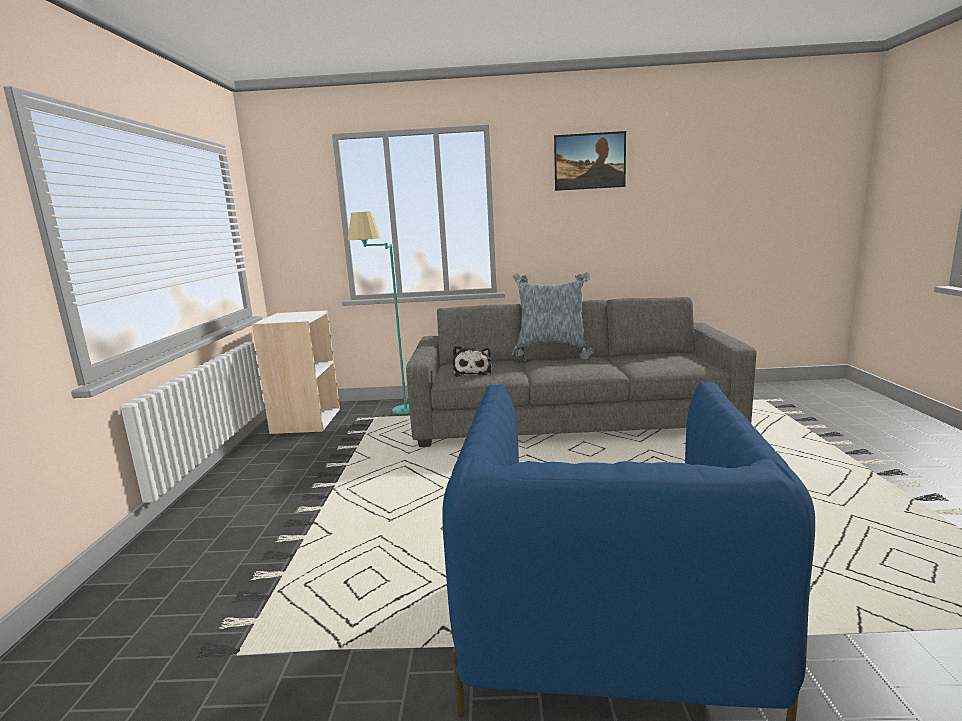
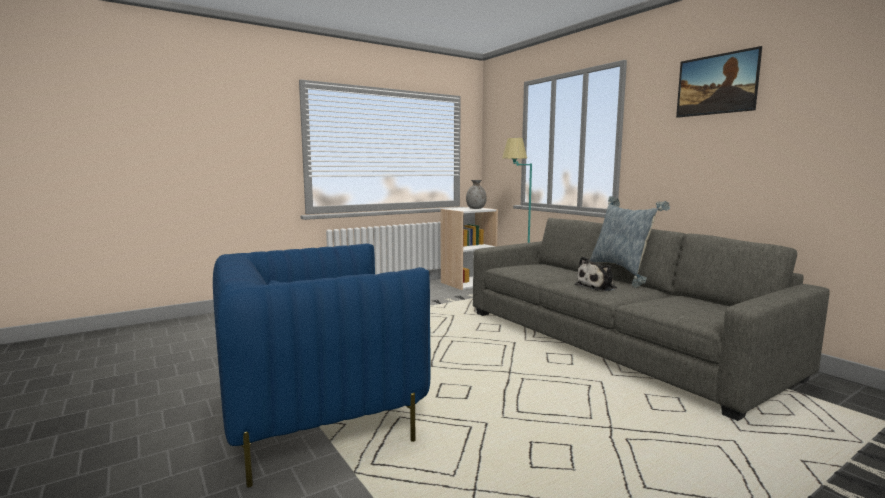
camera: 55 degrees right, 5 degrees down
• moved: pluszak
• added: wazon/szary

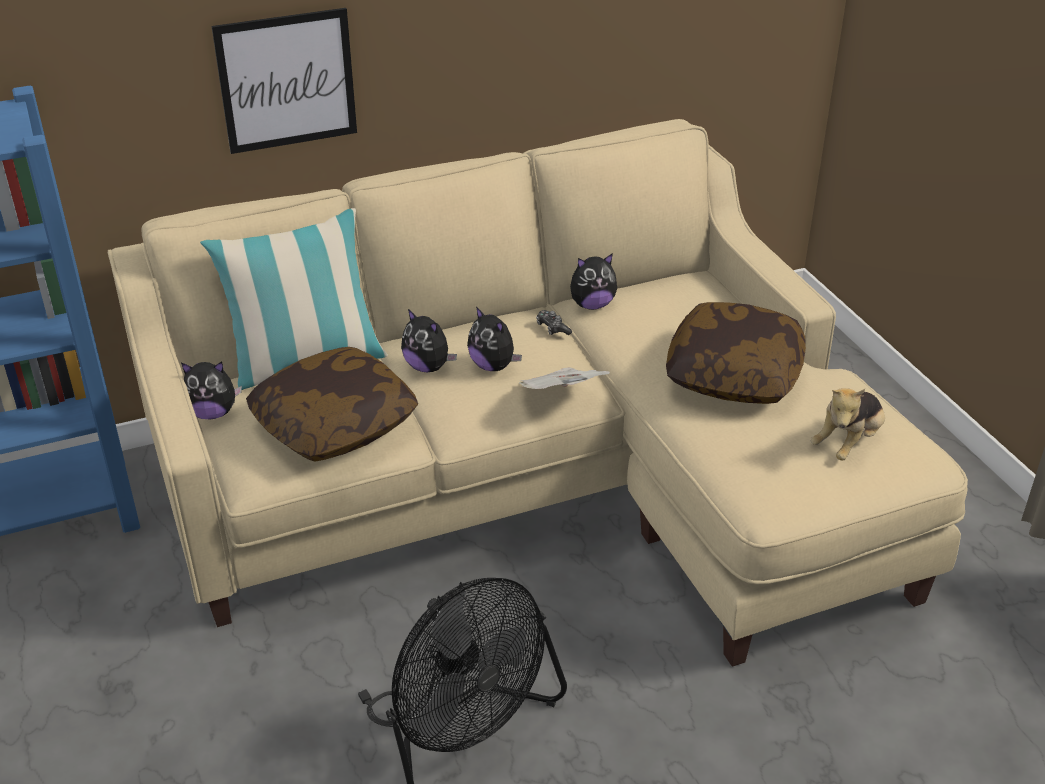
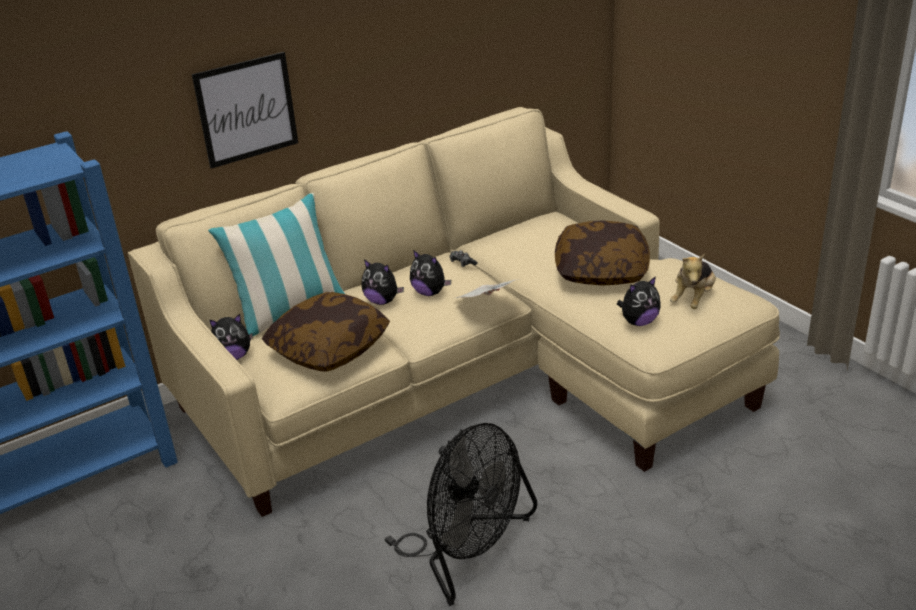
camera: 10 degrees left, 5 degrees down
• moved: pluszak (4th from left)

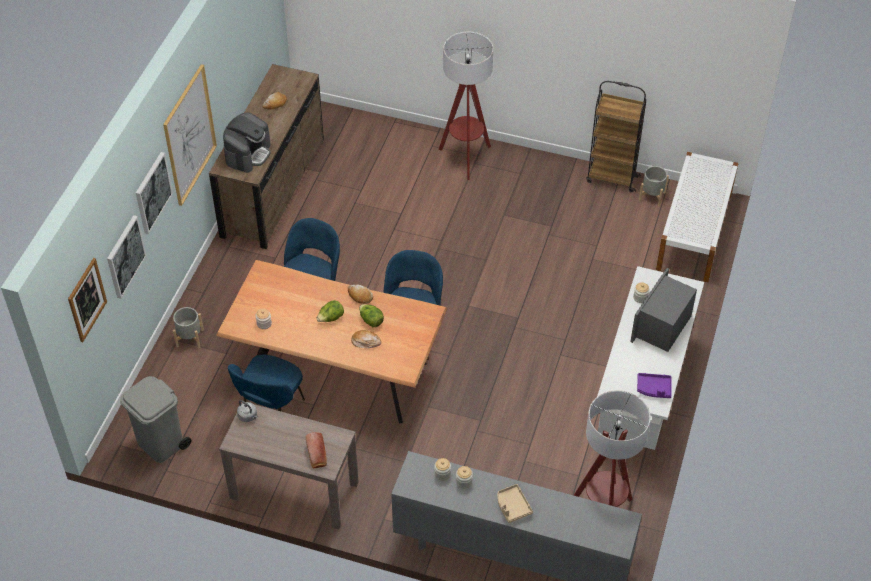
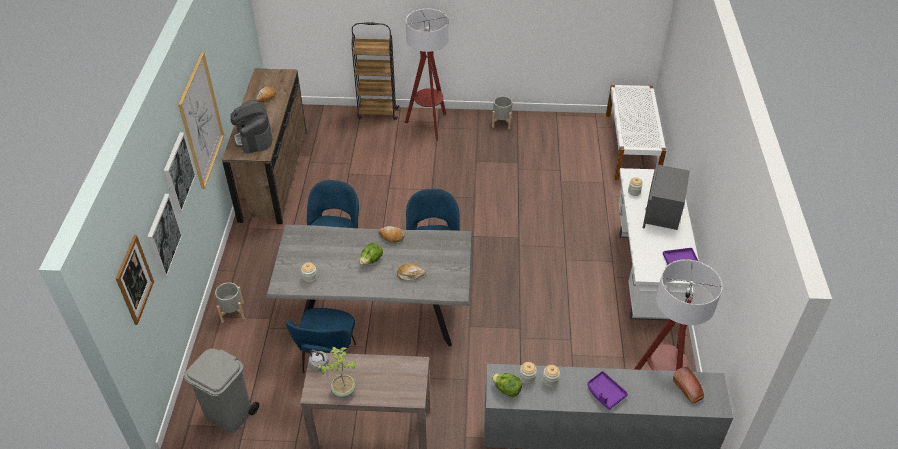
camera: 15 degrees left, 5 degrees down
• recoloured: stół jadalny/brązowy to stół jadalny/szary
• turned: ekspres do kawy 150 degrees clockwise
• moved: chleb (2nd from left in the first image) to chleb (4th from left)
• moved: sałata (2nd from left)
• recoloured: taca/beżowy to taca/fioletowy (1st from left)
• moved: wózek/brązowy
• moved: donica/szary (2nd from left)
• added: roślina doniczkowa

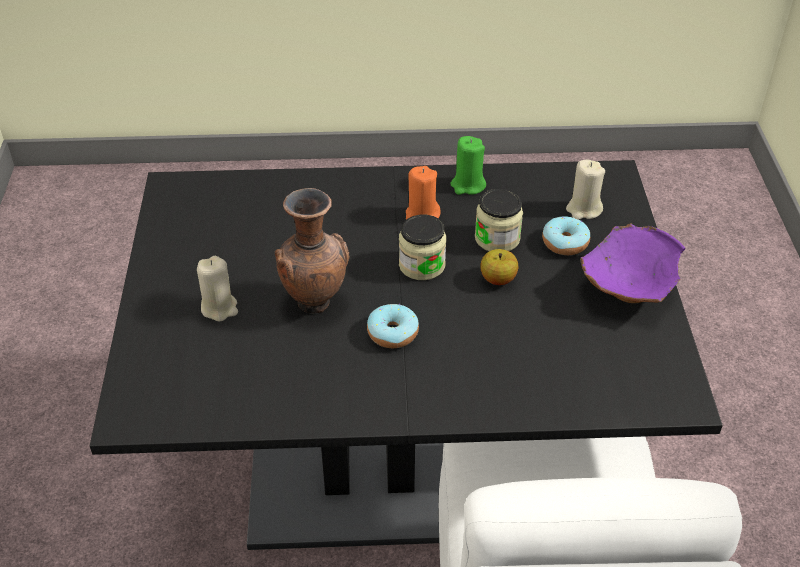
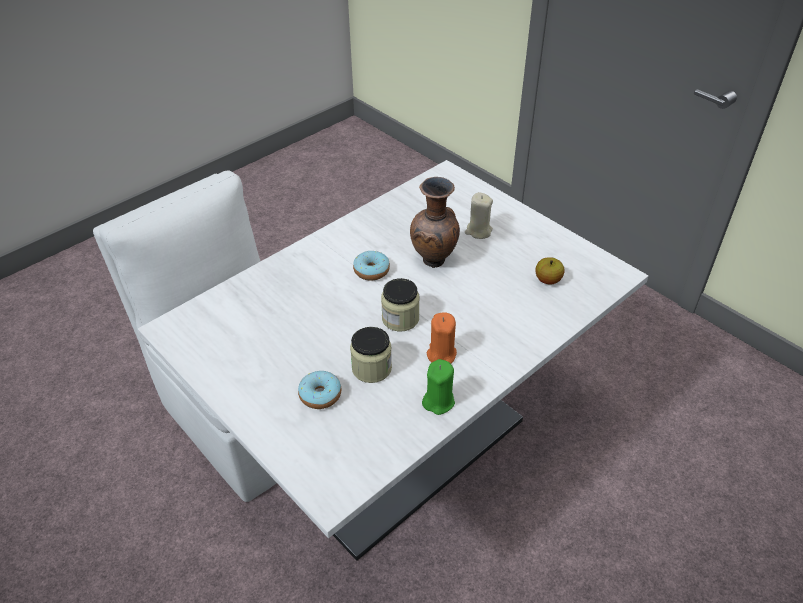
camera: 140 degrees right, 0 degrees up
• recoloured: stół jadalny/czarny to stół jadalny/biały
• moved: jabłko
• removed: świeca/beżowy (2nd from left)
• removed: miska/fioletowy

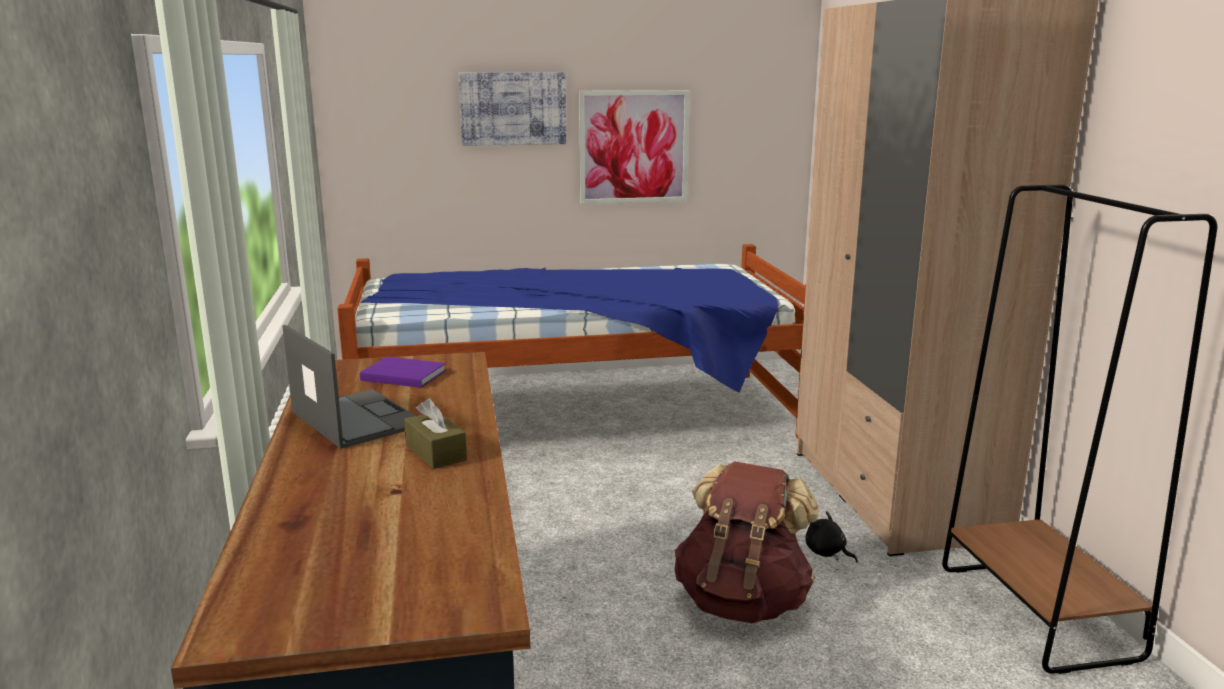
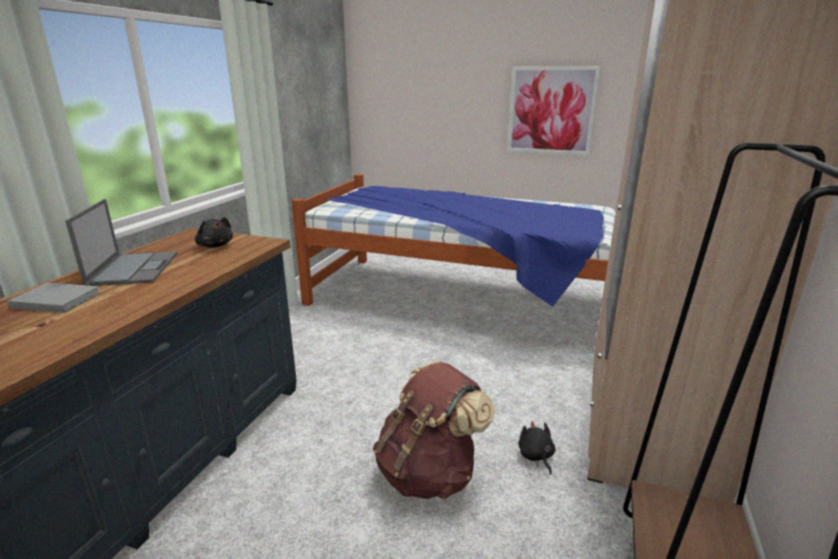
camera: 30 degrees right, 5 degrees up
• replaced: książka/fioletowy to pluszak/czarny (1st from left)
• removed: pudełko chusteczek/brązowy
• removed: obraz (1st from left)
• added: książka/szary

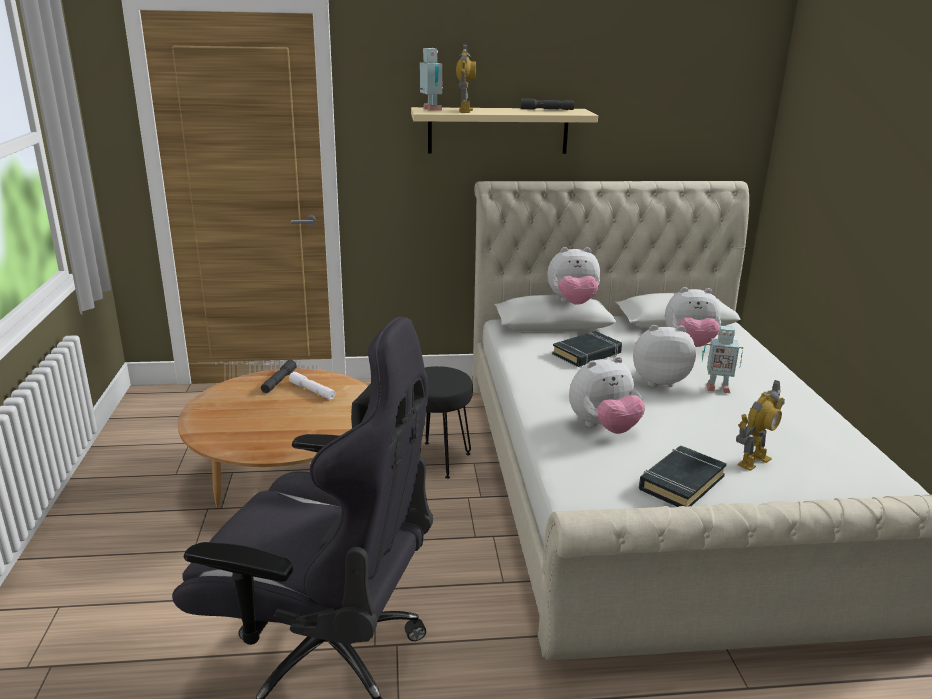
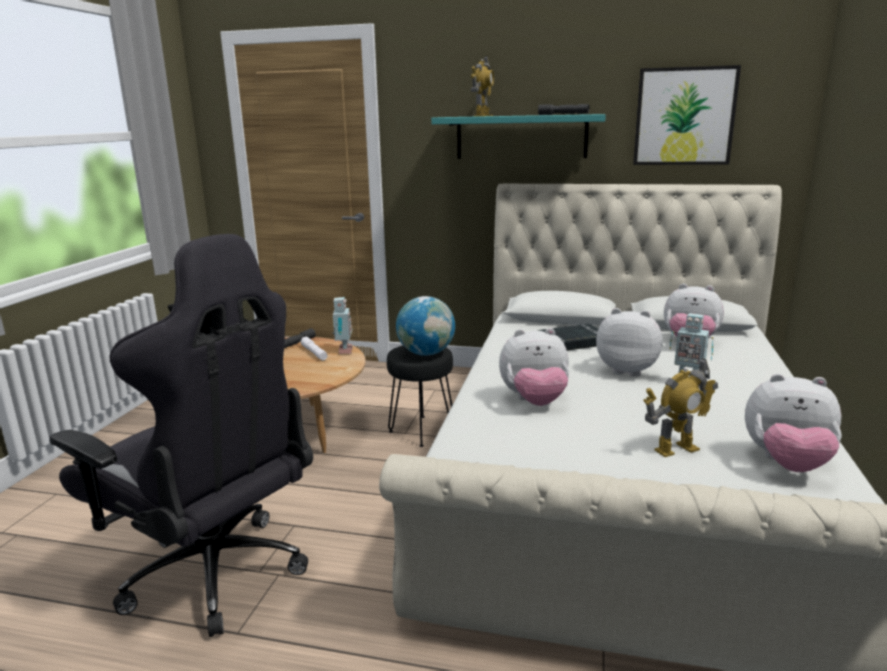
camera: 20 degrees right, 5 degrees down
• recoloured: półka/beżowy to półka/turkusowy
• moved: robot zabawkowy (1st from left)
• moved: pluszak (1st from left in the first image) to pluszak (4th from left)
• removed: książka/czarny (2nd from left)
• added: globus
• added: obraz

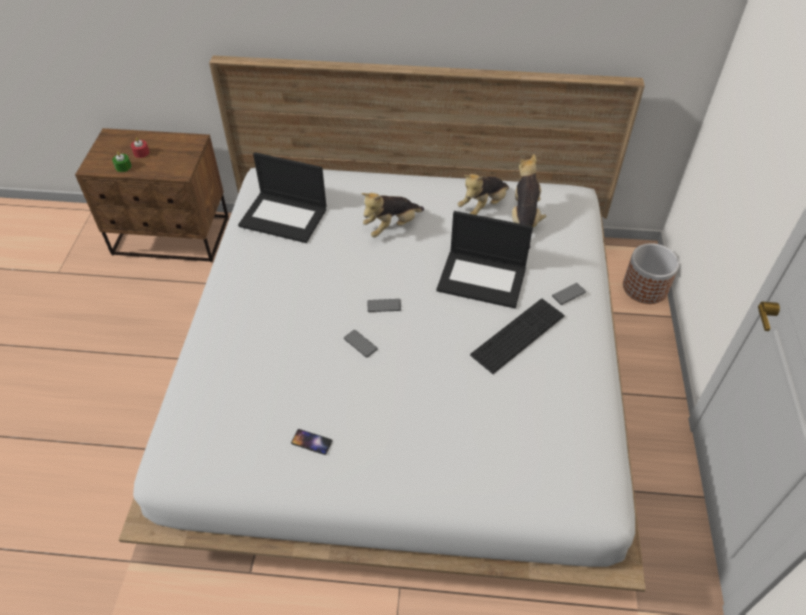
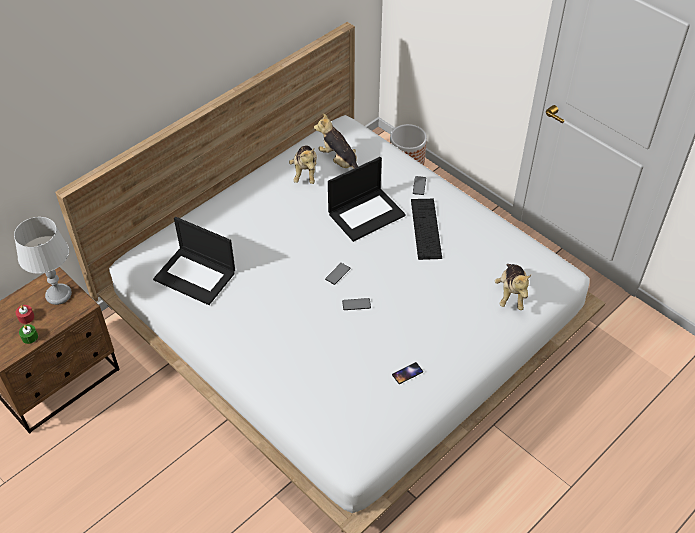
camera: 50 degrees left, 0 degrees up
• turned: laptop (1st from left) 60 degrees clockwise
• moved: pluszak (1st from left in the first image) to pluszak (3rd from left)
• added: lampa stołowa/szary

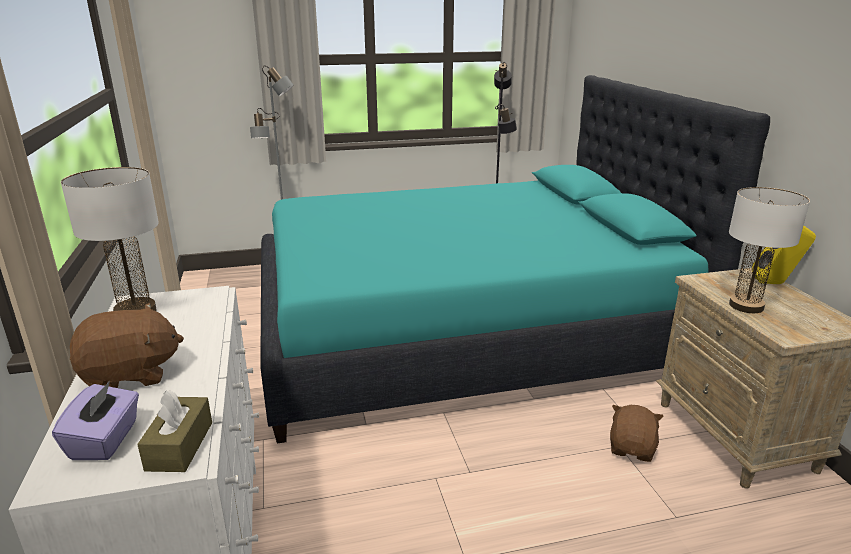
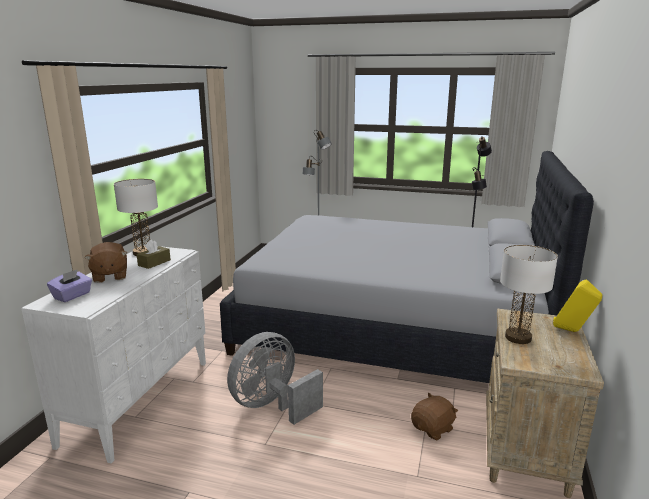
camera: 30 degrees right, 5 degrees down
• turned: pluszak/brązowy (1st from left) 60 degrees clockwise
• moved: pudełko chusteczek/brązowy
• recoloured: łóżko/turkusowy to łóżko/szary
• added: wentylator/szary

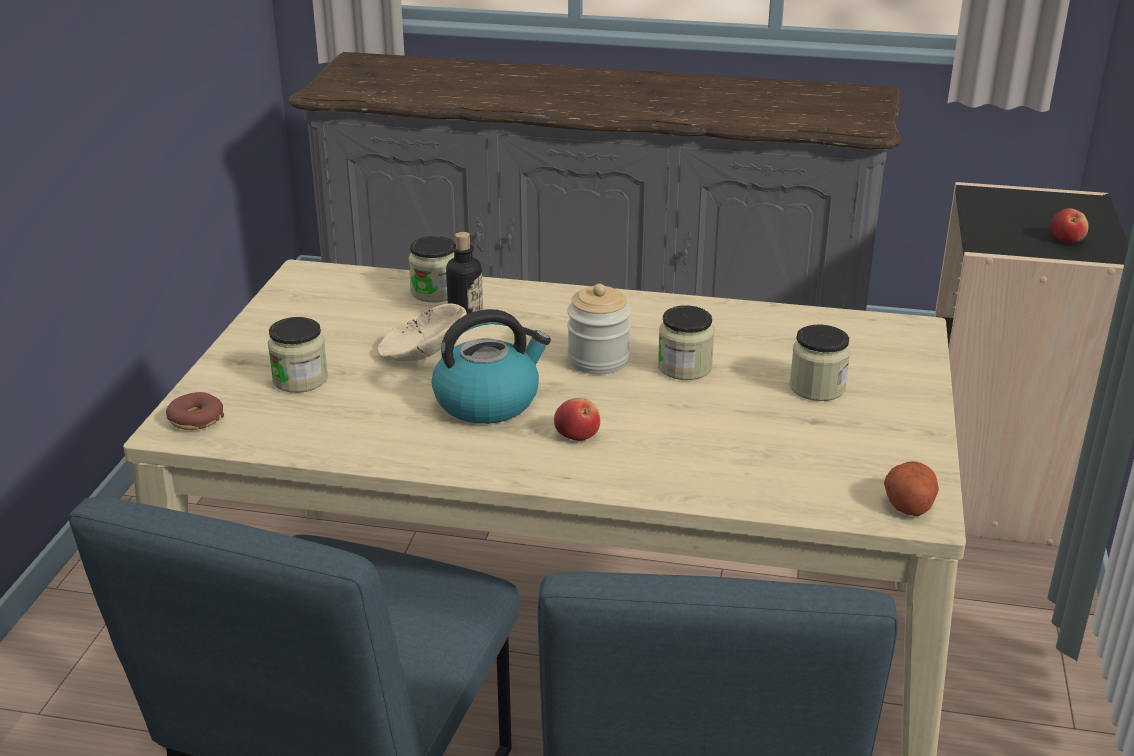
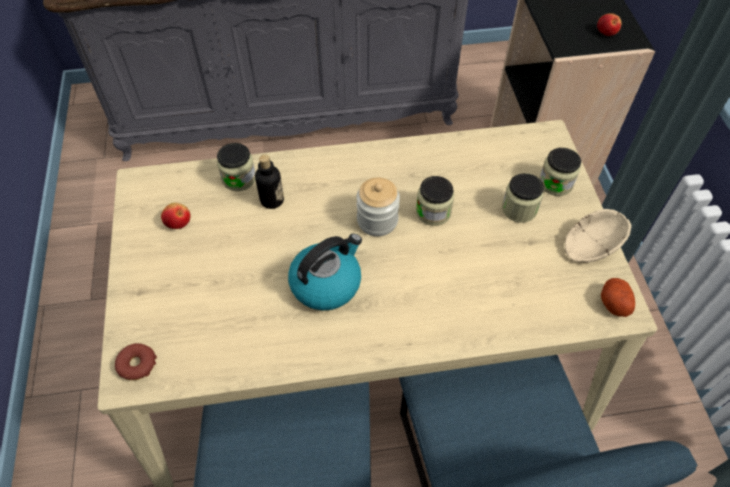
camera: 20 degrees left, 25 degrees up
• moved: słoik (1st from left in the first image) to słoik (5th from left)
• moved: miska/beżowy
• moved: jabłko (1st from left)

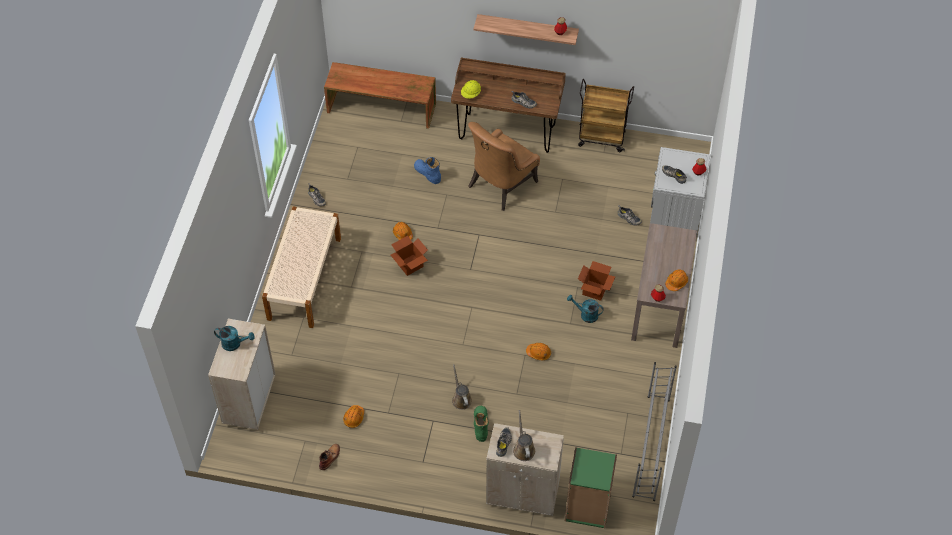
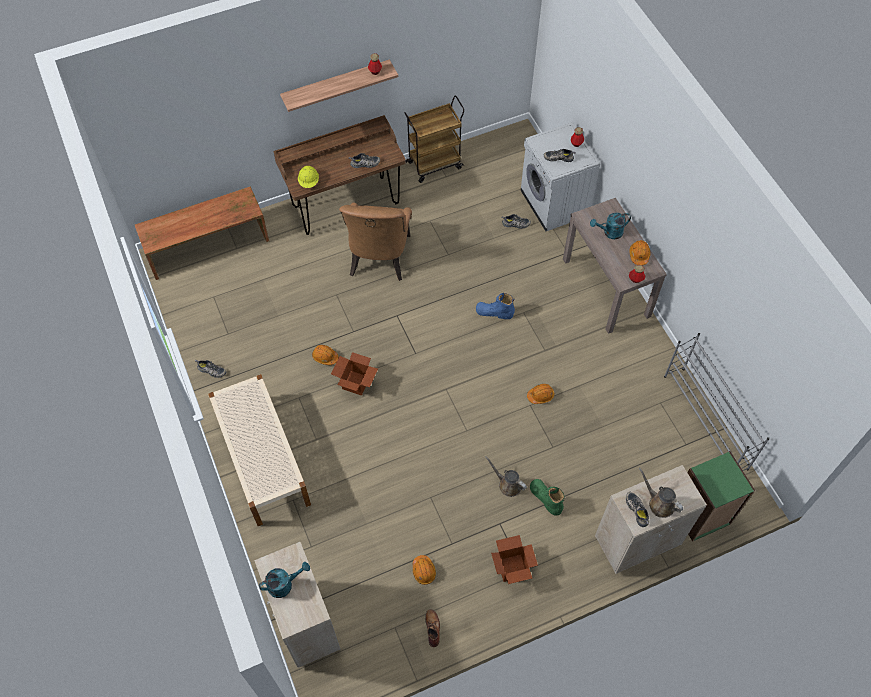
camera: 35 degrees left, 5 degrees up
• moved: but z cholewką/niebieski
• moved: konewka/turkusowy (2nd from left)
• moved: karton (2nd from left)

